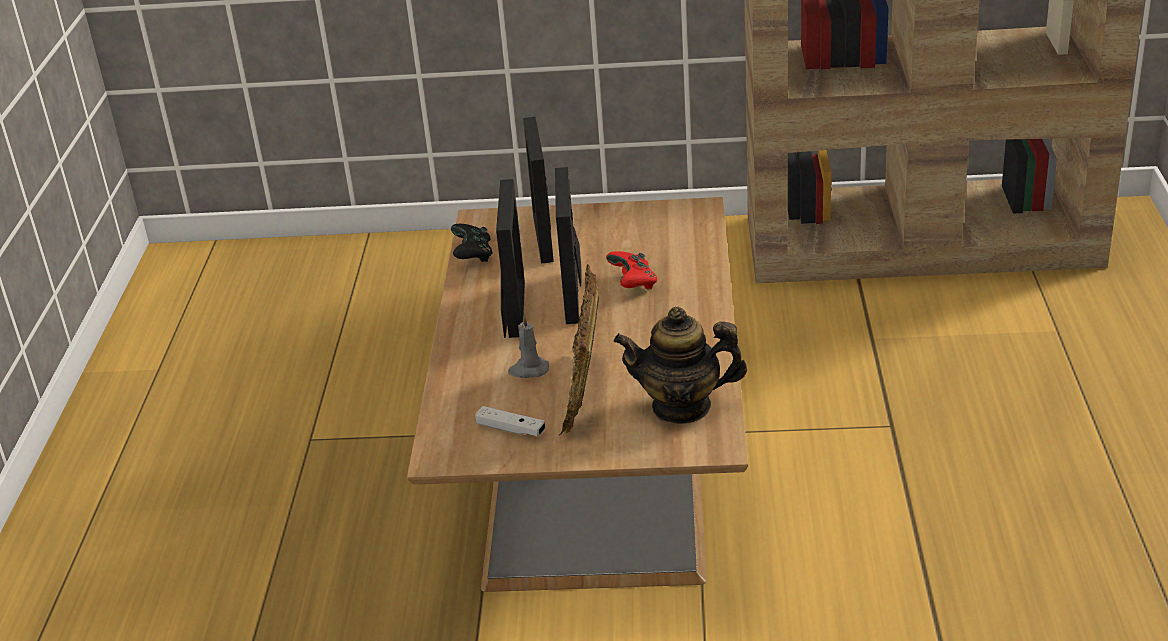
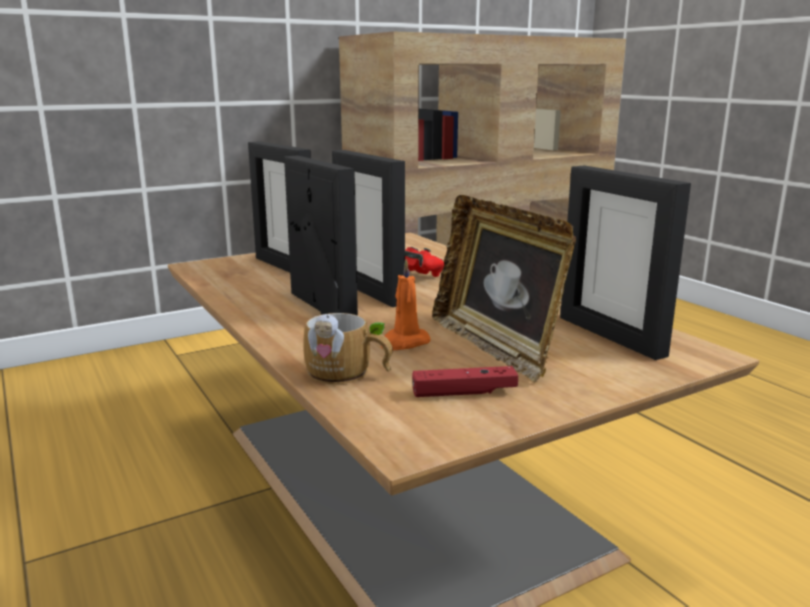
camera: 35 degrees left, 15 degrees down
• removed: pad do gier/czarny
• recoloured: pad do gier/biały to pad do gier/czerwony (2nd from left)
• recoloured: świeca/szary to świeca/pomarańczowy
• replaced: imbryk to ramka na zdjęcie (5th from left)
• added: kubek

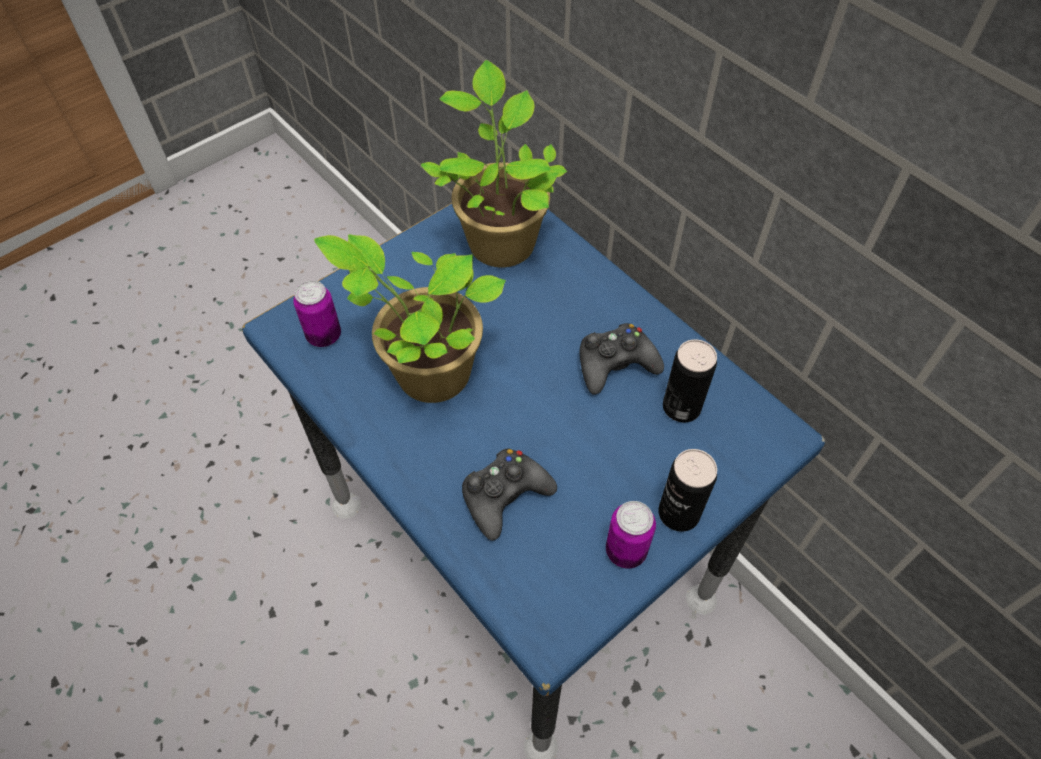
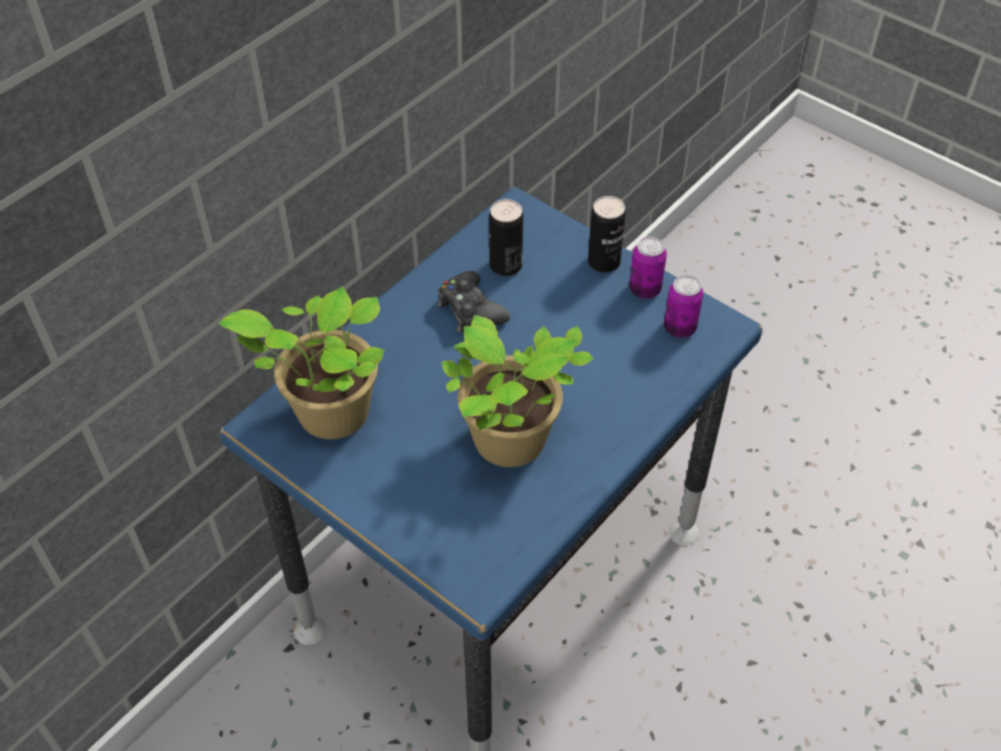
camera: 100 degrees left, 5 degrees down
• moved: puszka (1st from left in the first image) to puszka (4th from left)
• removed: pad do gier/czarny (1st from left)

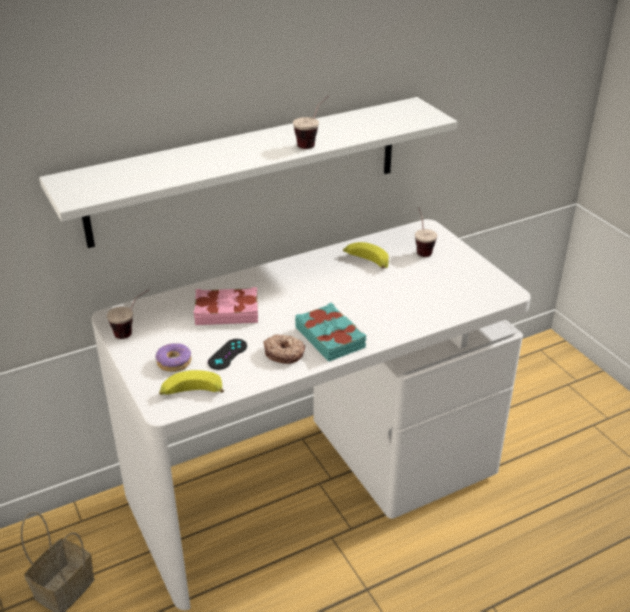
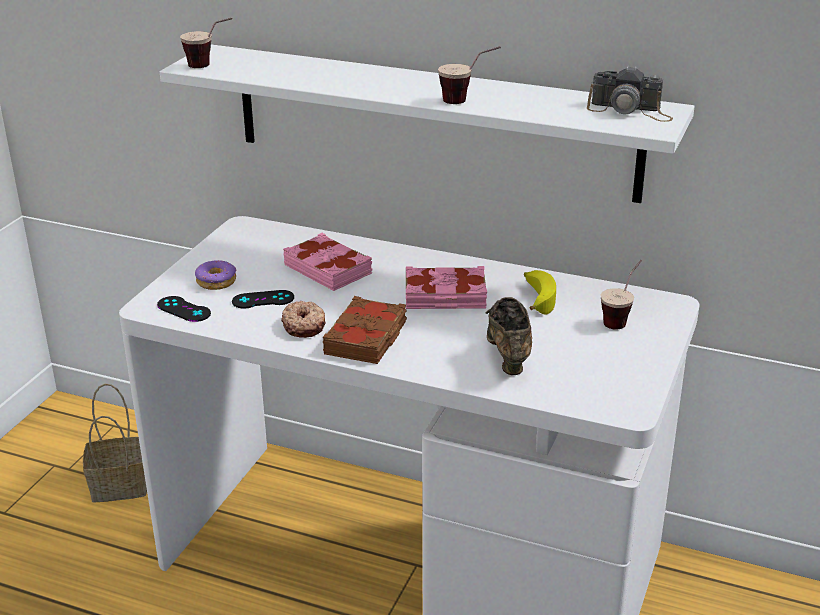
camera: 50 degrees right, 5 degrees down
• moved: filiżanka (1st from left)
• replaced: banan (1st from left) to pad do gier/czarny (1st from left)
• recoloured: książka/turkusowy to książka/brązowy
• added: książka/różowy (2nd from left)
• added: but/brązowy
• added: aparat fotograficzny

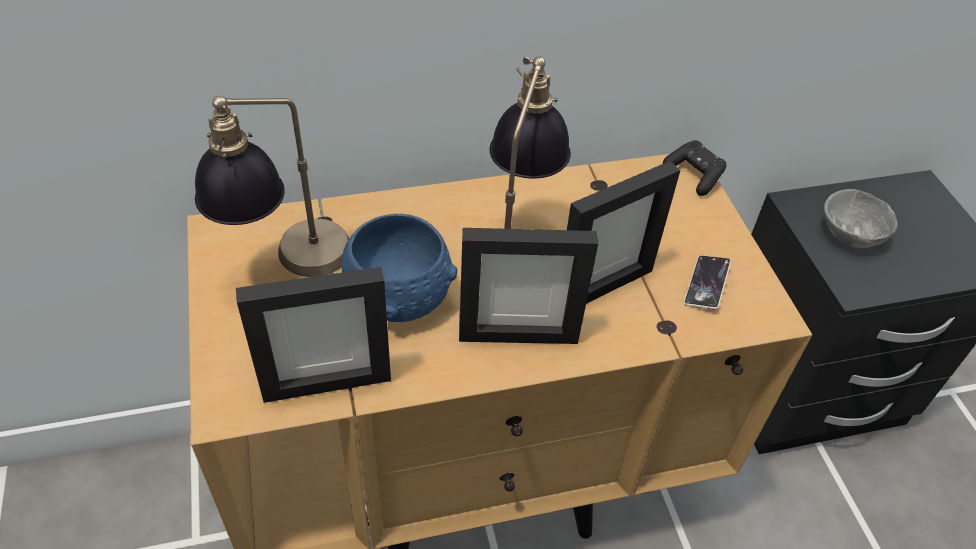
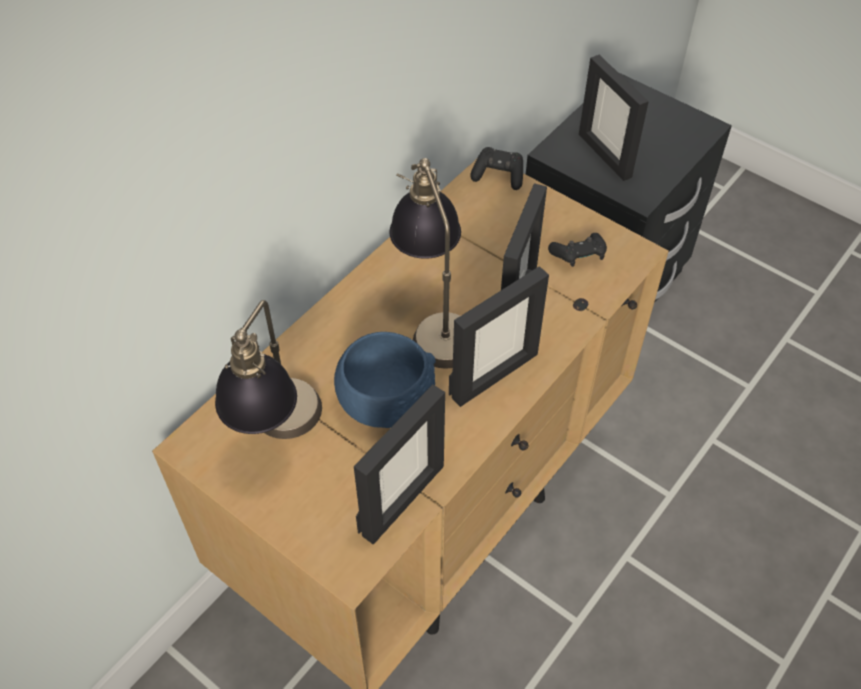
camera: 35 degrees left, 5 degrees up
• replaced: telefon to pad do gier/czarny (2nd from left)
• replaced: miska/szary to ramka na zdjęcie (4th from left)

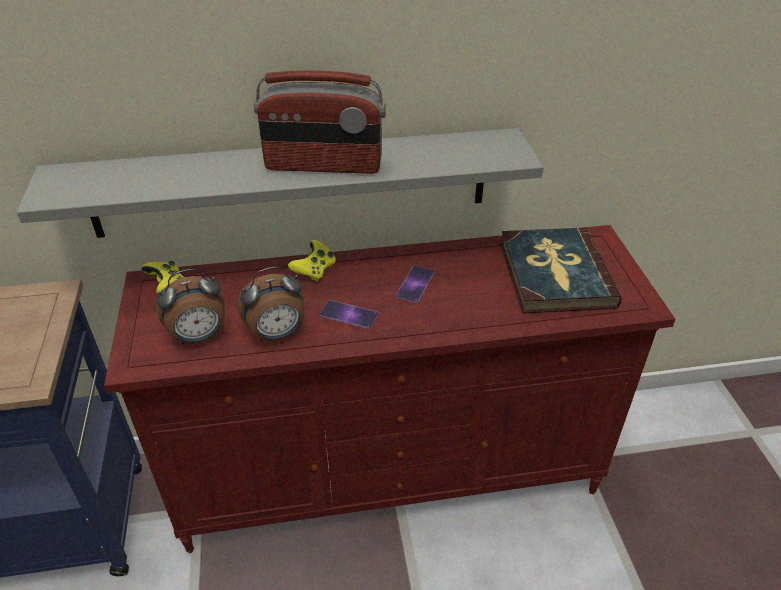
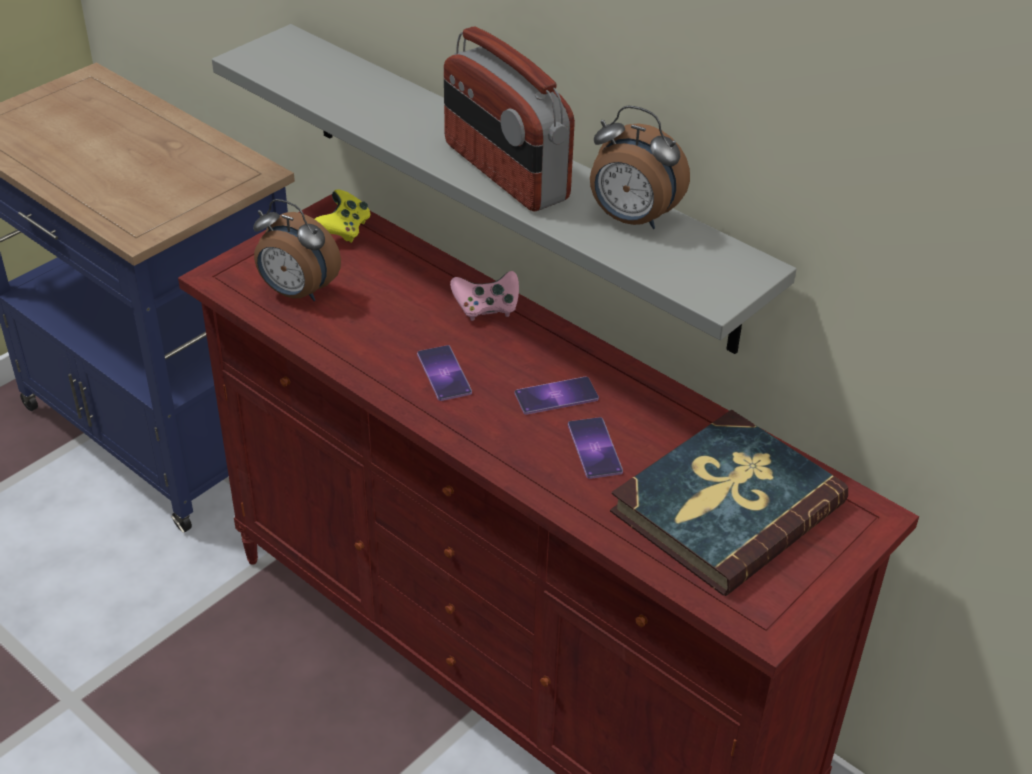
camera: 50 degrees right, 0 degrees up
• moved: budzik (2nd from left)
• recoloured: pad do gier/żółty (2nd from left) to pad do gier/różowy
• added: telefon (3rd from left)

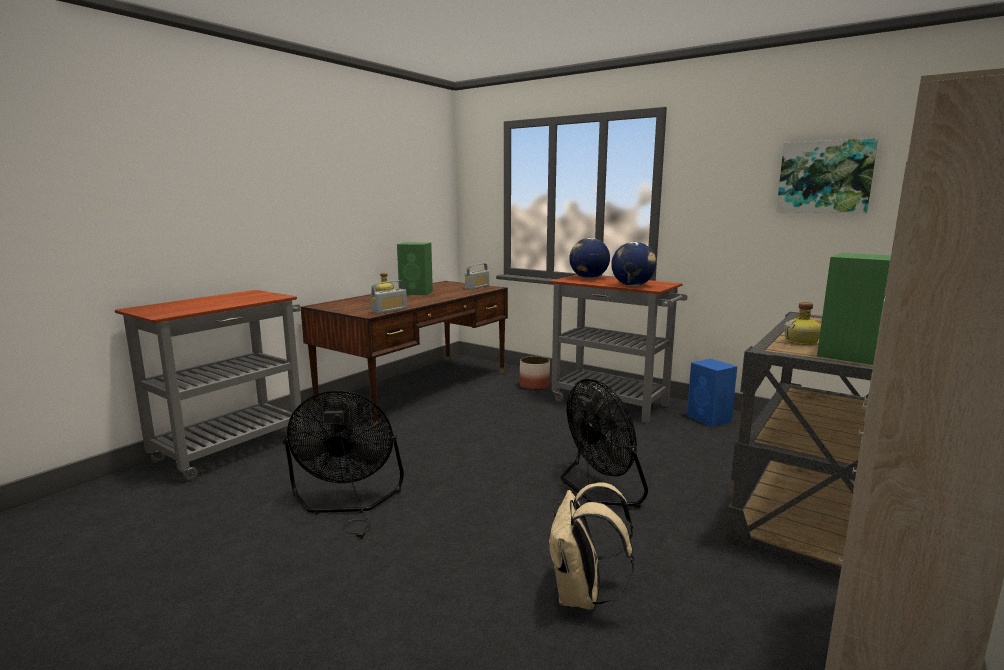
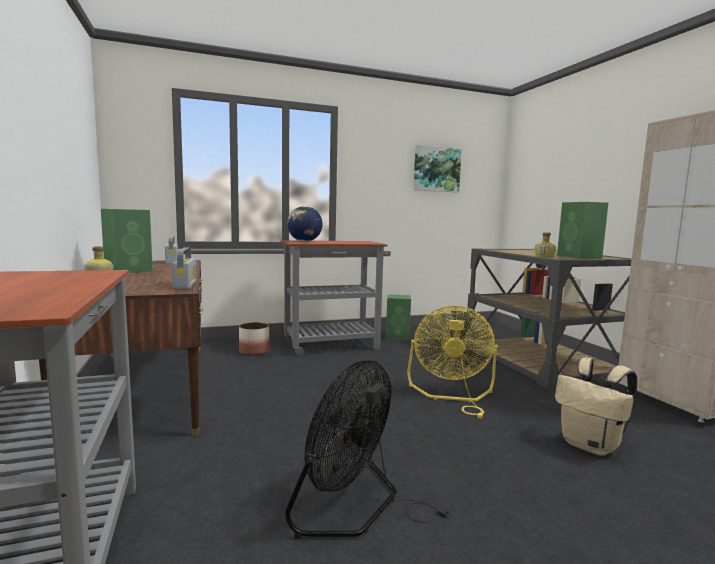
camera: 55 degrees left, 5 degrees down
• recoloured: wentylator/czarny (2nd from left) to wentylator/żółty
• removed: globus (2nd from left)
• recoloured: głośnik/niebieski to głośnik/zielony (2nd from left)

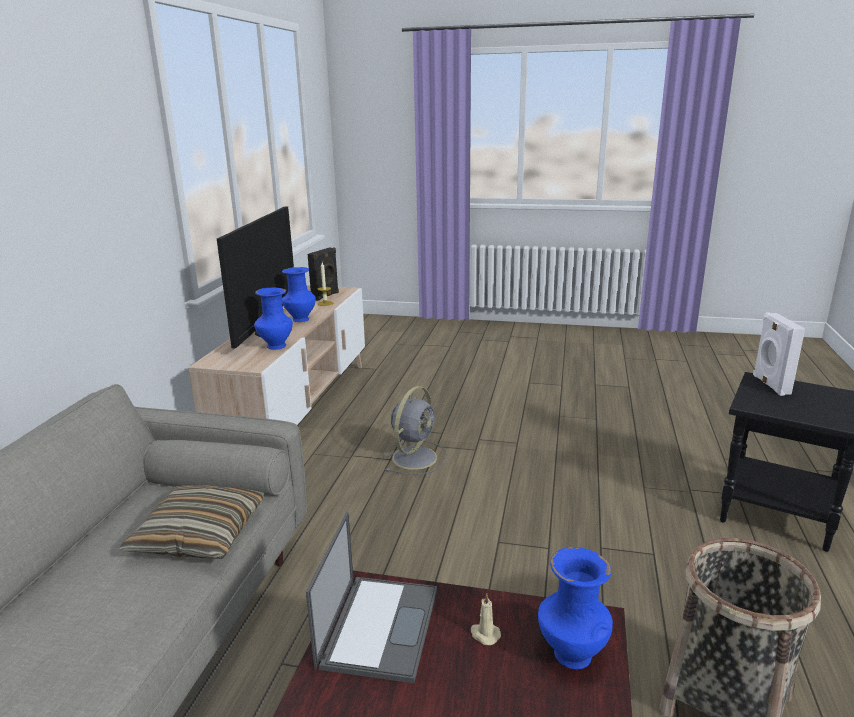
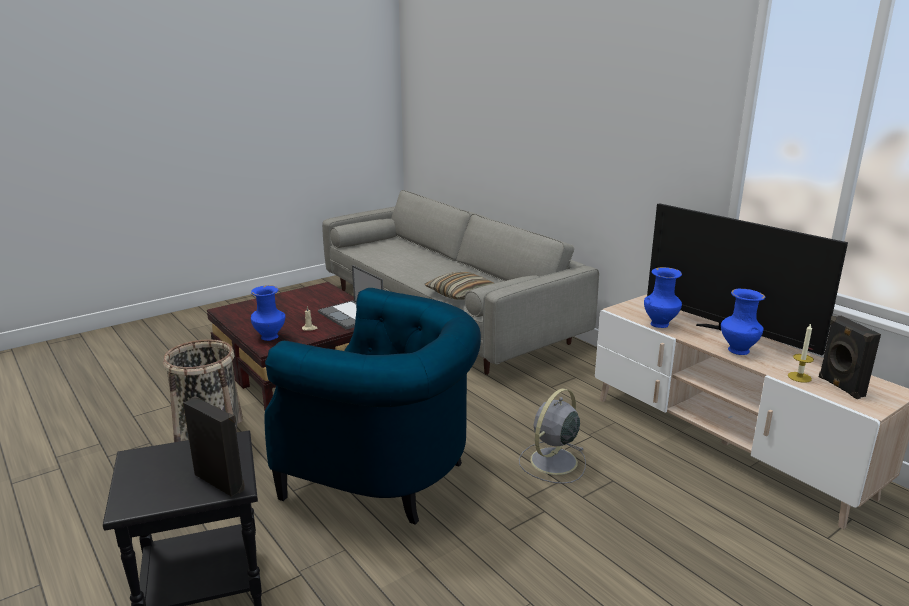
camera: 130 degrees right, 0 degrees up
• turned: wentylator/szary 60 degrees clockwise
• recoloured: głośnik/biały to głośnik/czarny (1st from left)
• added: fotel/niebieski

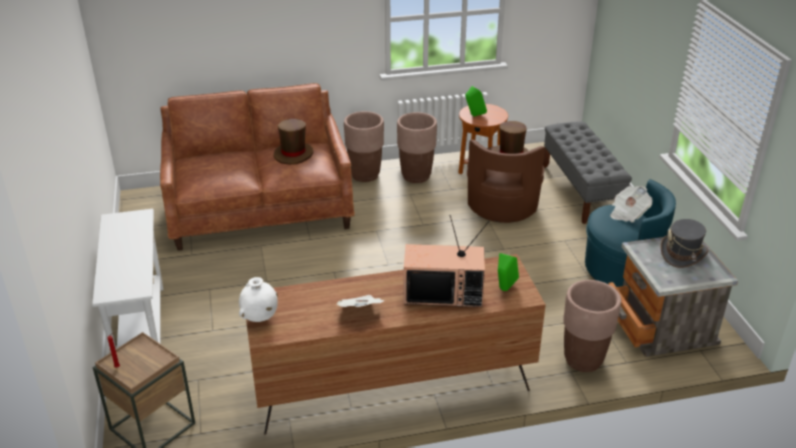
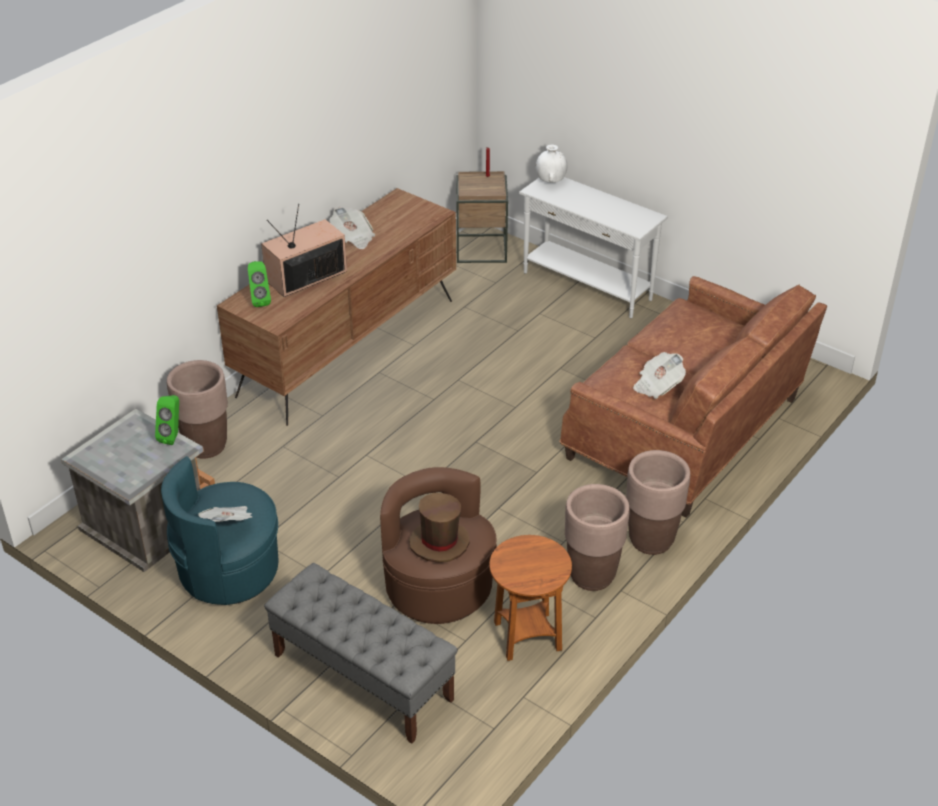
camera: 140 degrees right, 5 degrees up
• moved: wazon/biały
• replaced: kapelusz/brązowy (1st from left) to gazeta (3rd from left)
• moved: głośnik/zielony (1st from left)
• removed: kapelusz/szary

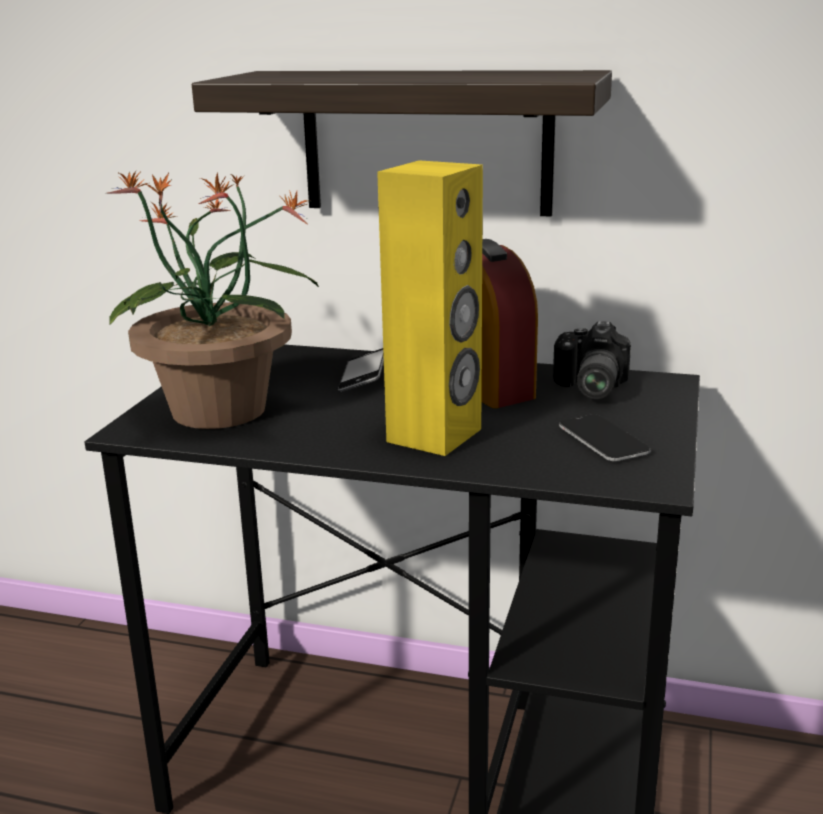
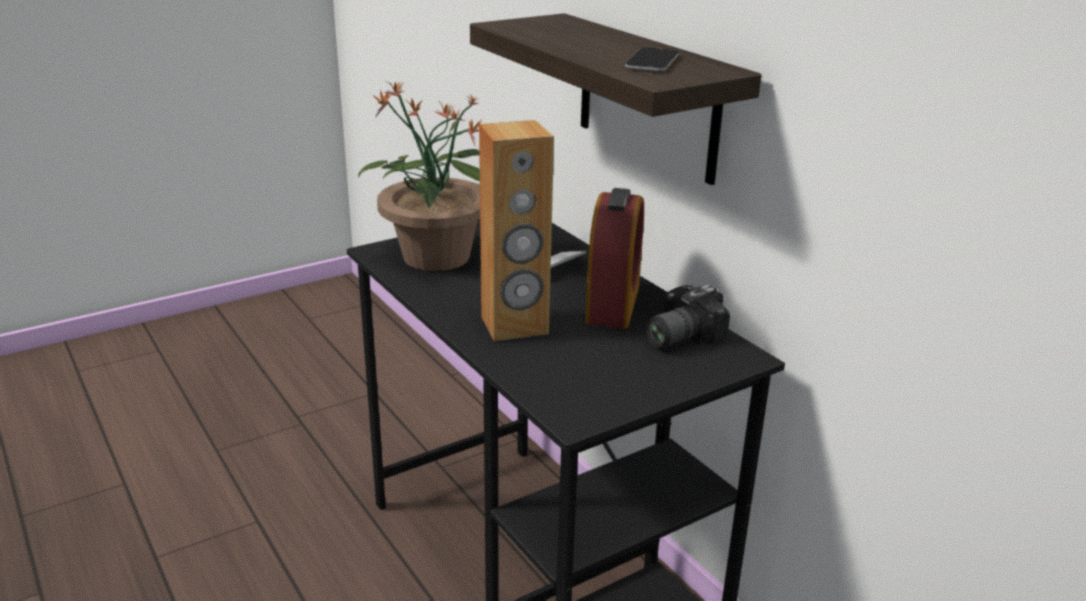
camera: 40 degrees right, 5 degrees up
• recoloured: głośnik/żółty to głośnik/brązowy
• moved: telefon (2nd from left)

